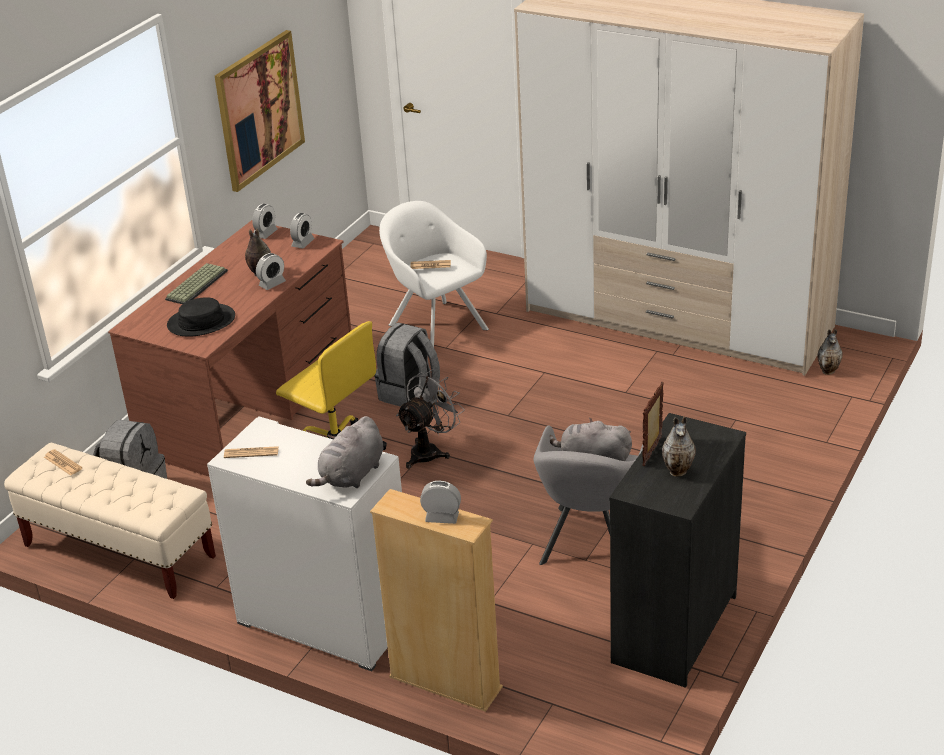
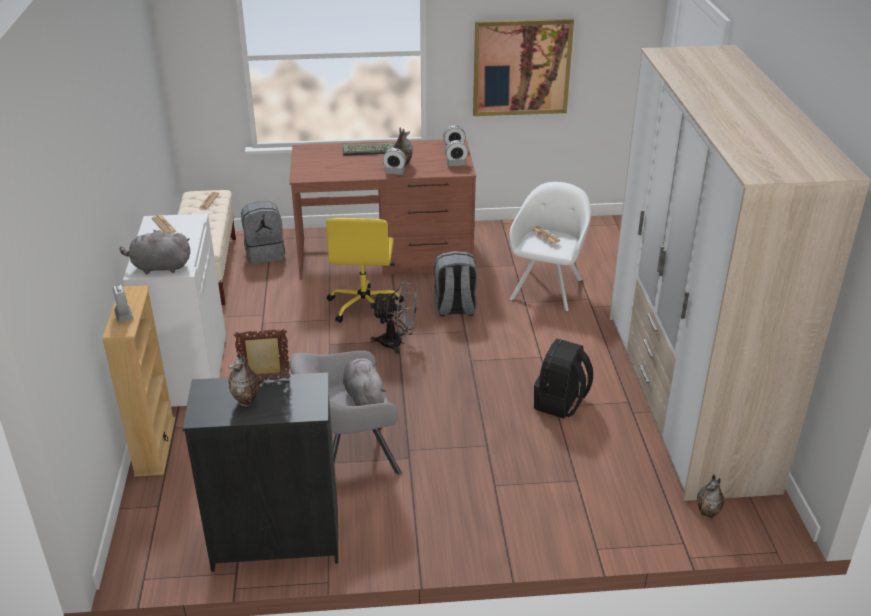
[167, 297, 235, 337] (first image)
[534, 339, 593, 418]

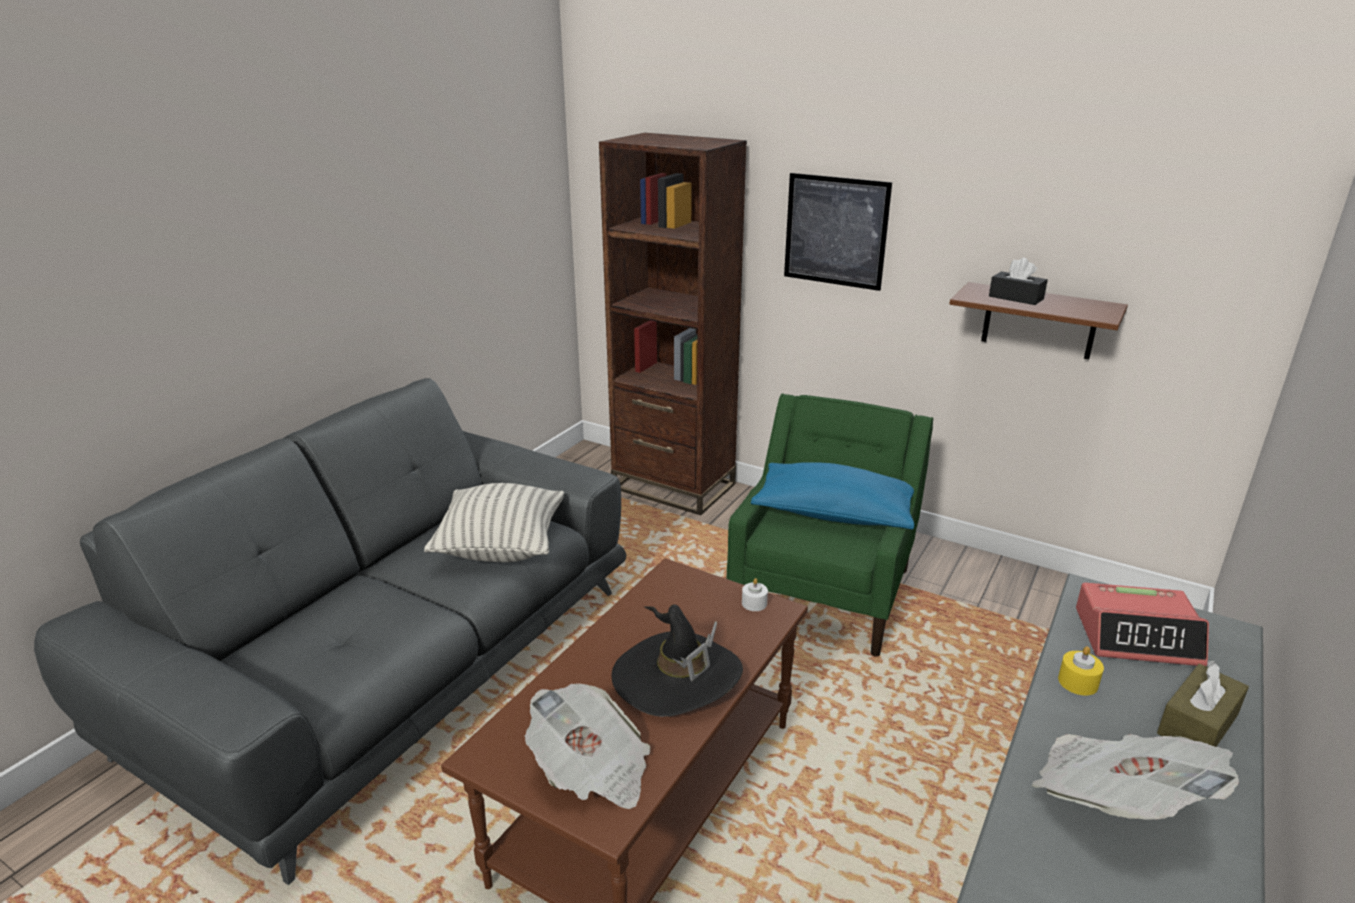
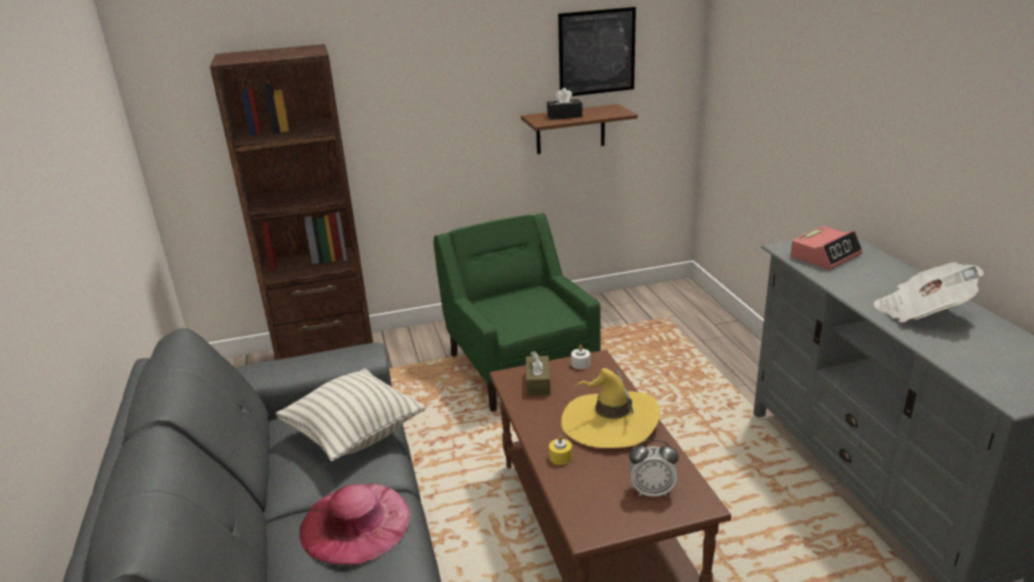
[558, 7, 636, 96]
[751, 462, 914, 530] (first image)
[561, 368, 660, 448]
[549, 436, 572, 465]
[526, 351, 550, 396]
[629, 439, 679, 497]
[300, 483, 411, 566]

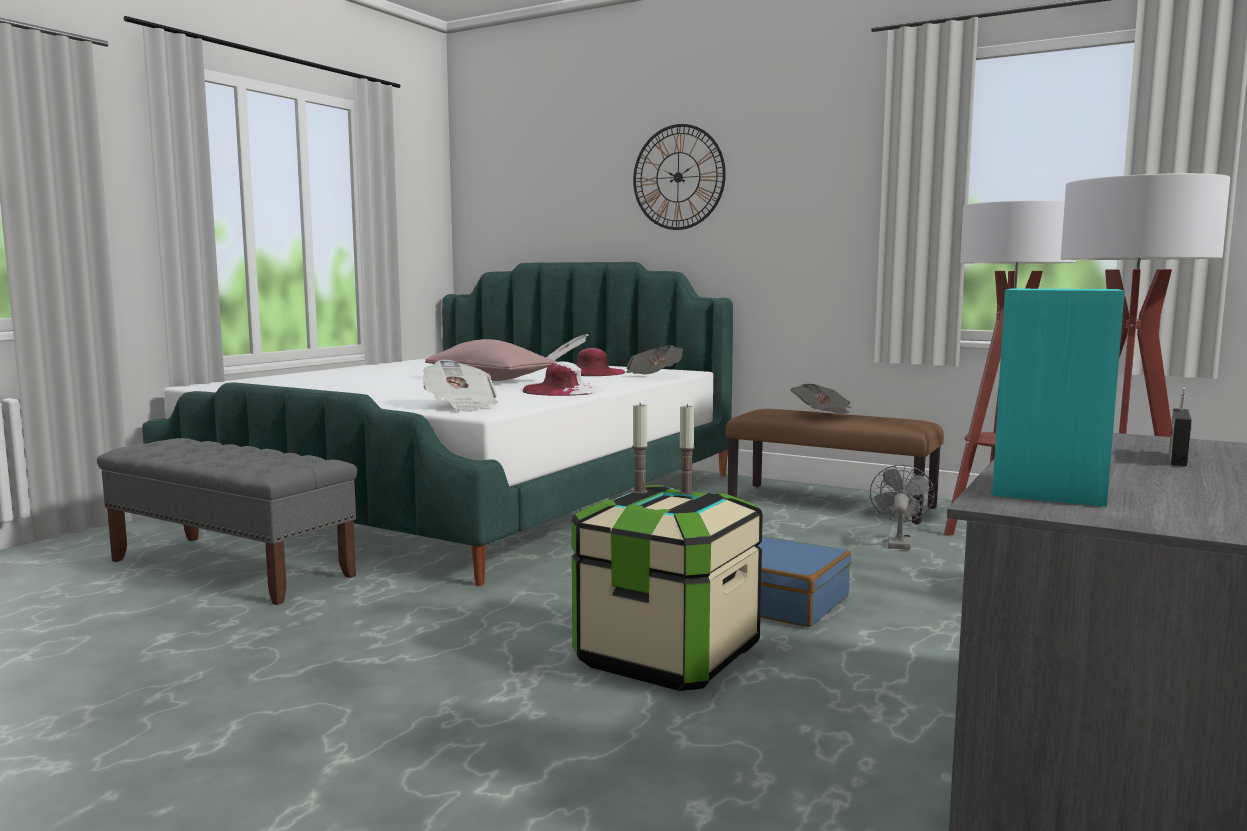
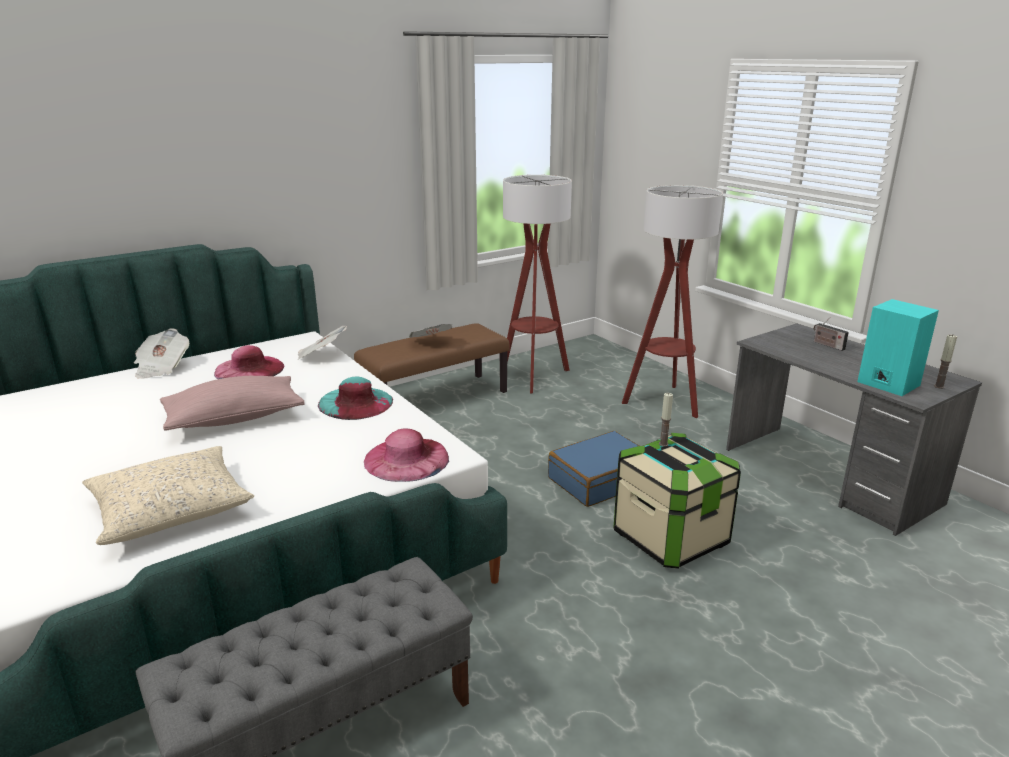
[633, 124, 726, 230] (first image)
[364, 429, 449, 482]
[318, 377, 393, 420]
[934, 335, 957, 389]
[870, 465, 935, 550] (first image)
[82, 446, 254, 545]

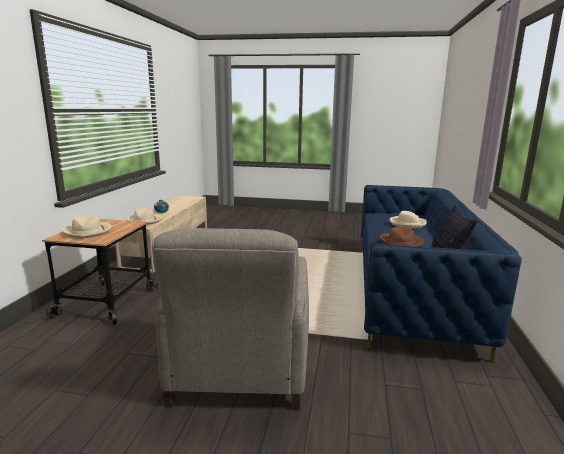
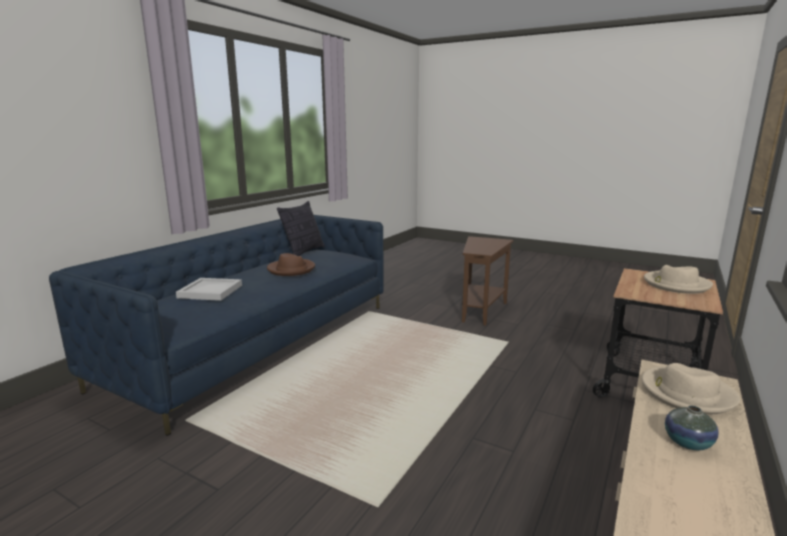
[176, 278, 242, 301]
[462, 236, 513, 326]

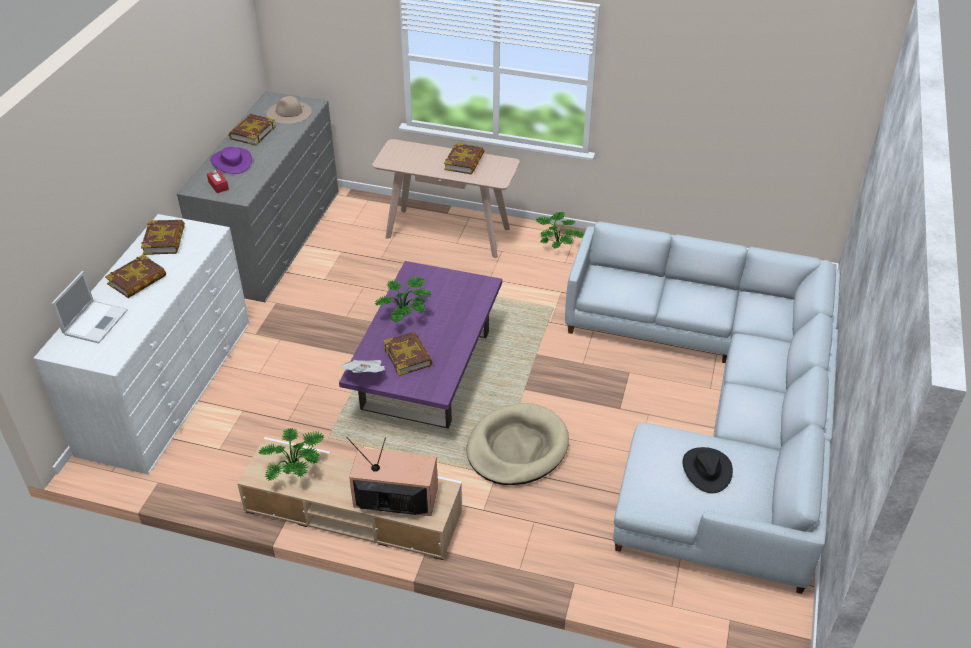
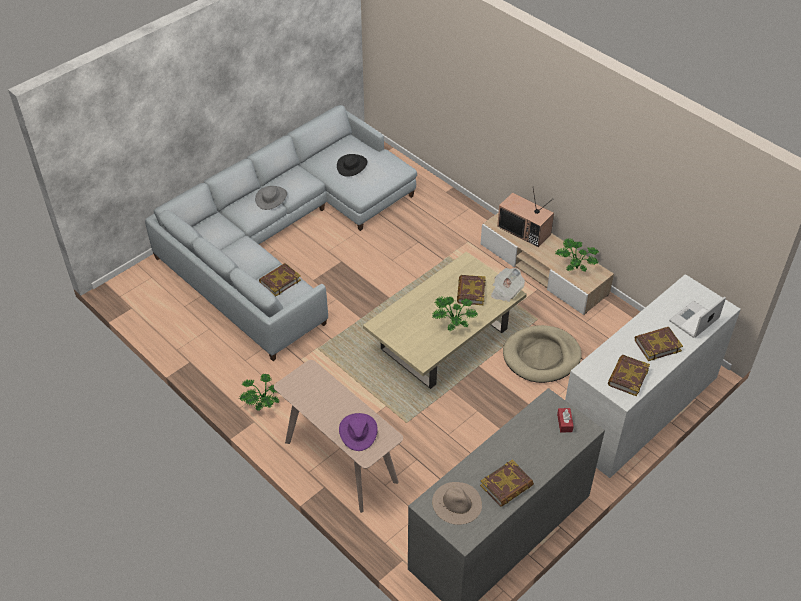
[259, 263, 301, 296]
[339, 413, 378, 451]
[363, 252, 527, 389]
[503, 325, 582, 383]
[255, 186, 287, 210]

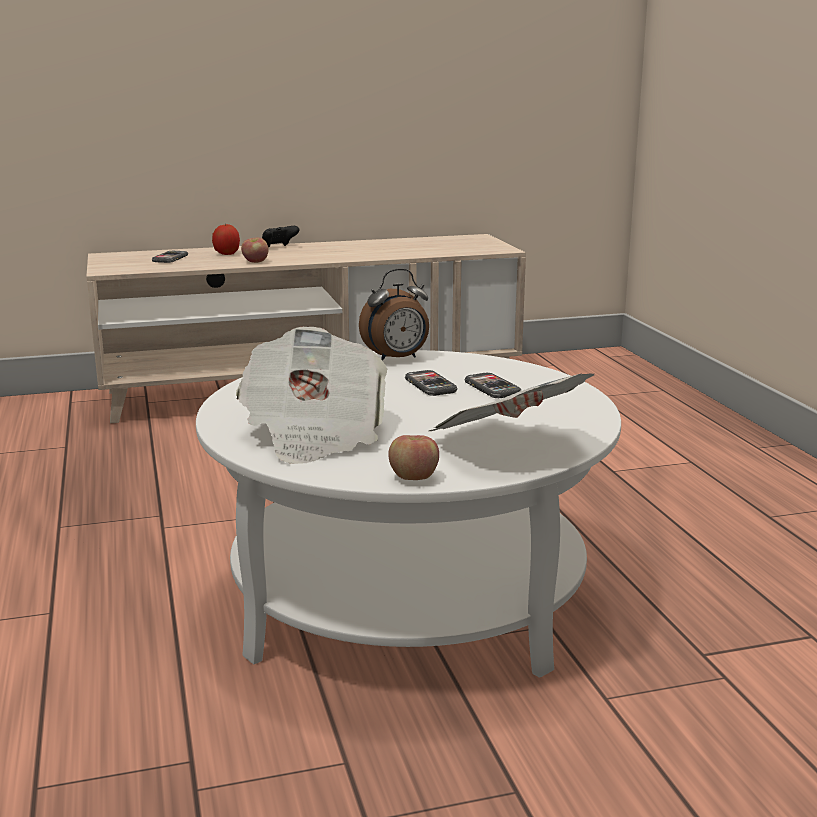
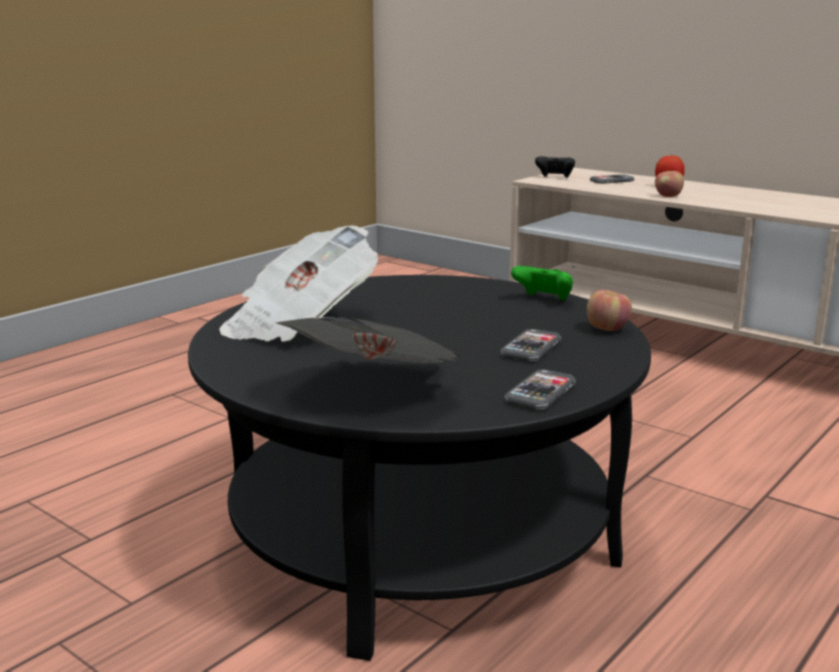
[535, 156, 575, 178]
[511, 266, 573, 301]
[188, 275, 651, 661]
[504, 369, 576, 410]
[587, 290, 632, 331]

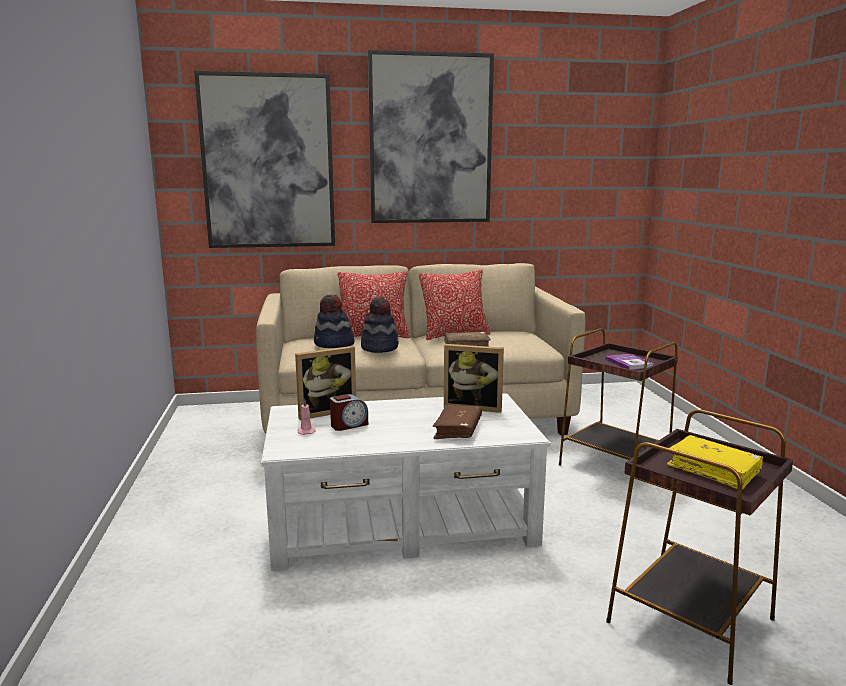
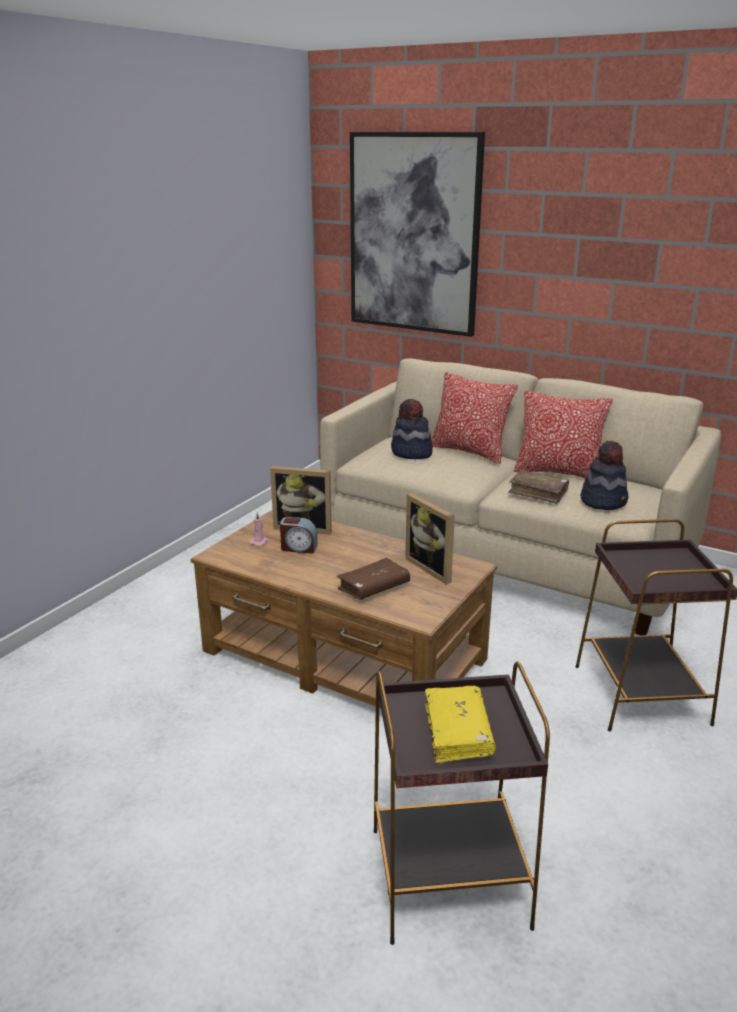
[368, 50, 494, 223] (first image)
[580, 440, 628, 510]
[605, 354, 653, 370] (first image)
[190, 510, 497, 708]

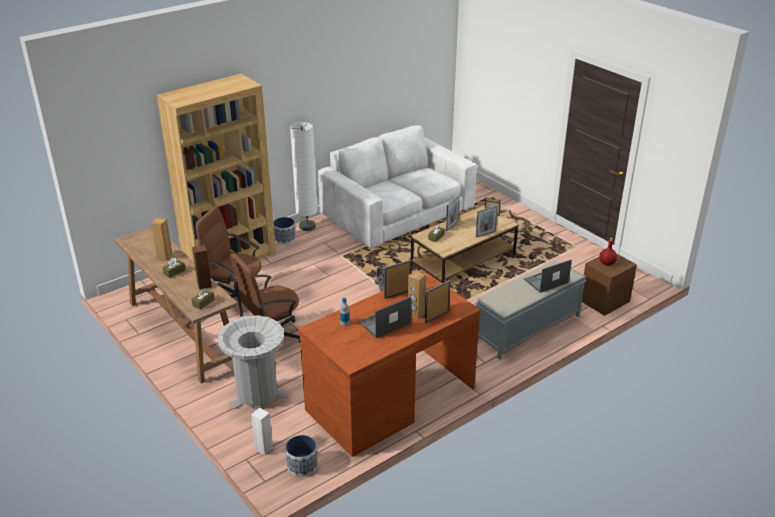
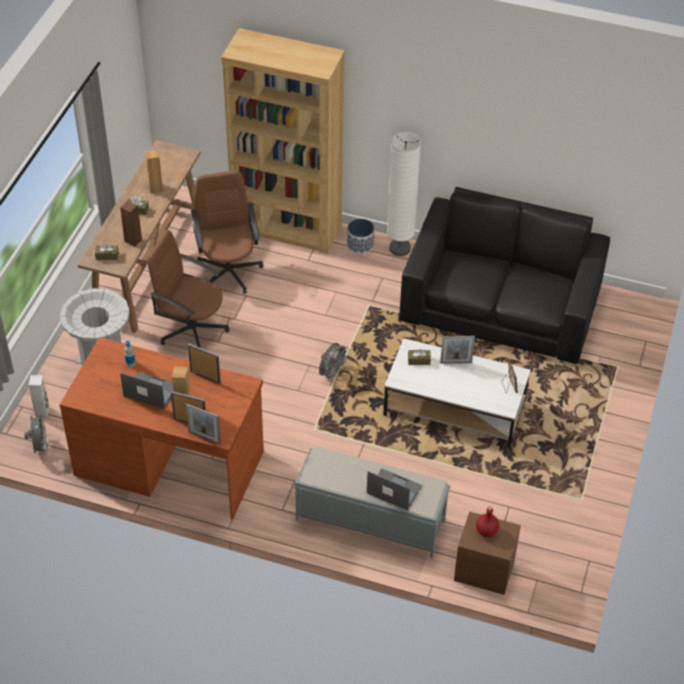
[399, 187, 610, 364]
[383, 338, 531, 448]
[186, 404, 220, 444]
[24, 413, 47, 455]

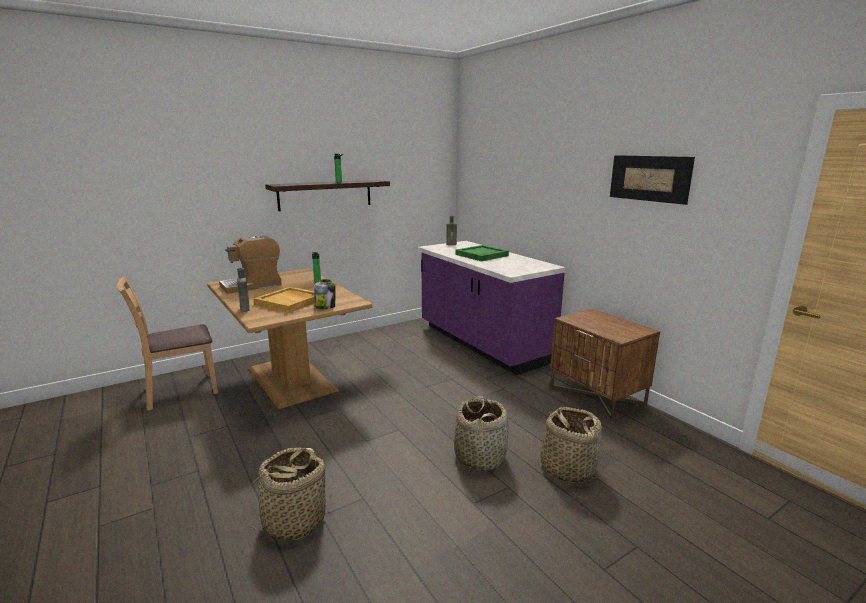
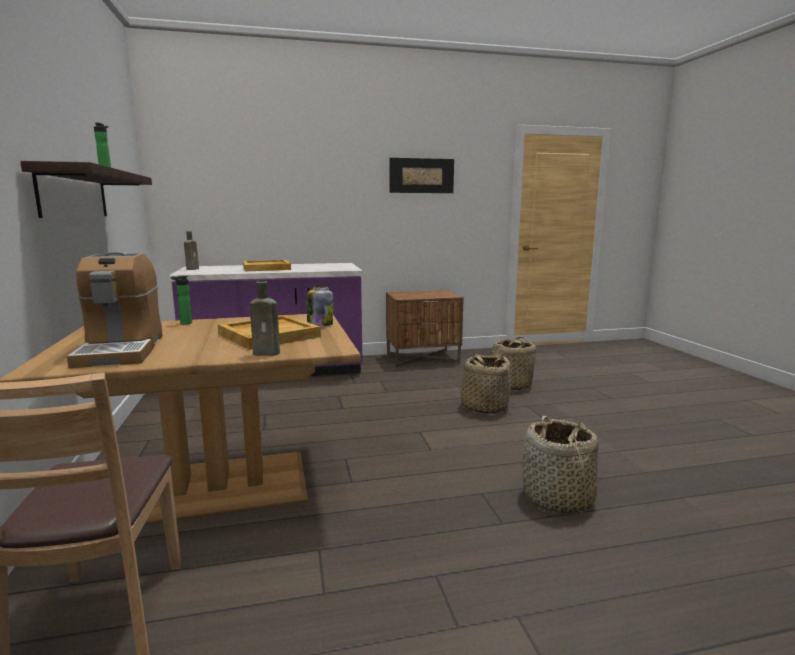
[243, 260, 291, 271]

